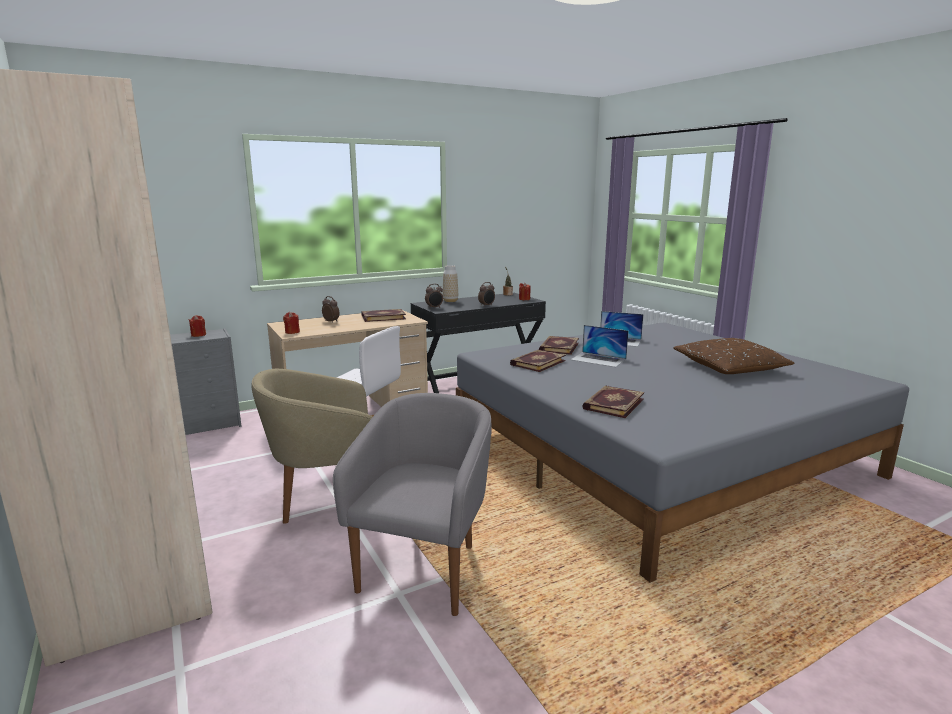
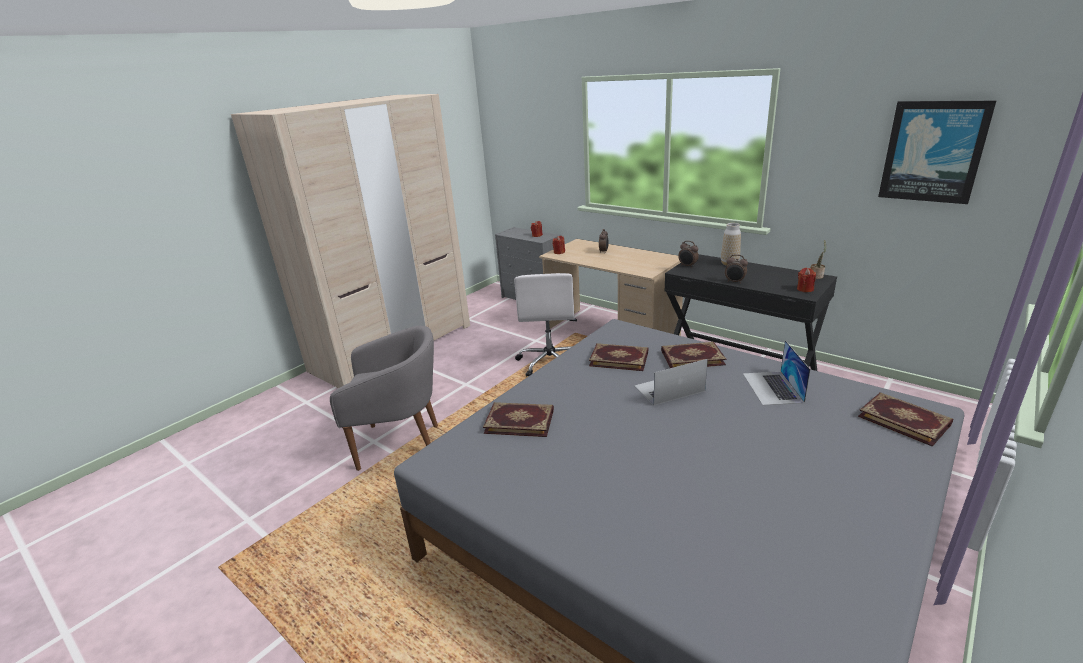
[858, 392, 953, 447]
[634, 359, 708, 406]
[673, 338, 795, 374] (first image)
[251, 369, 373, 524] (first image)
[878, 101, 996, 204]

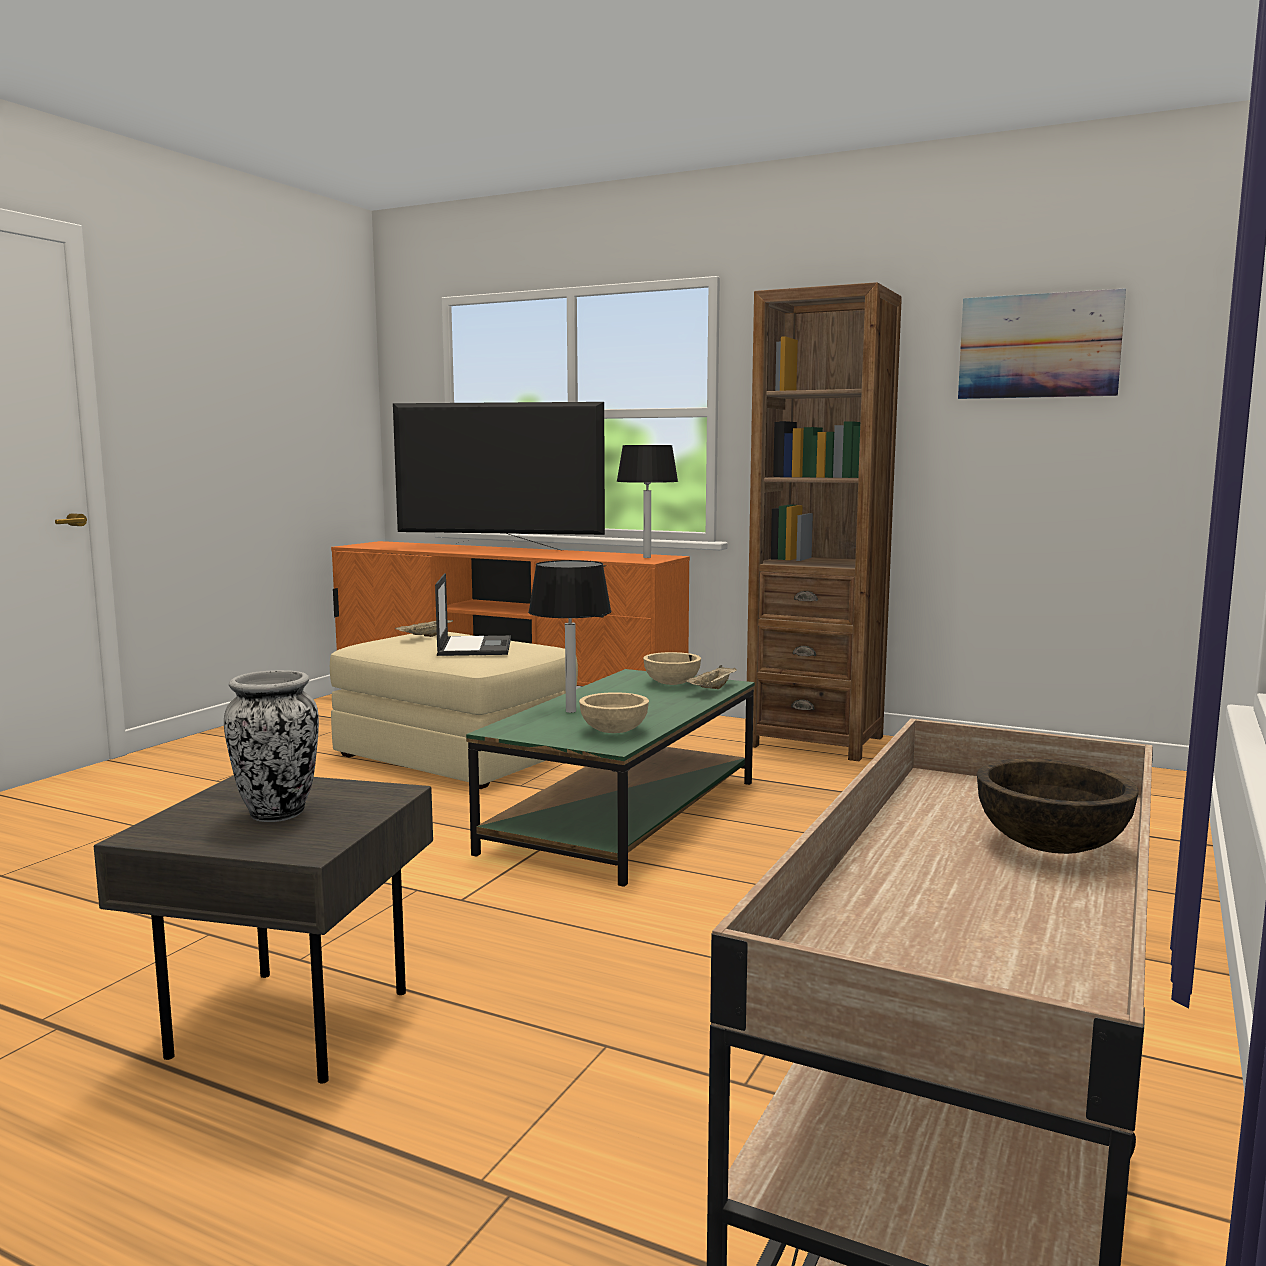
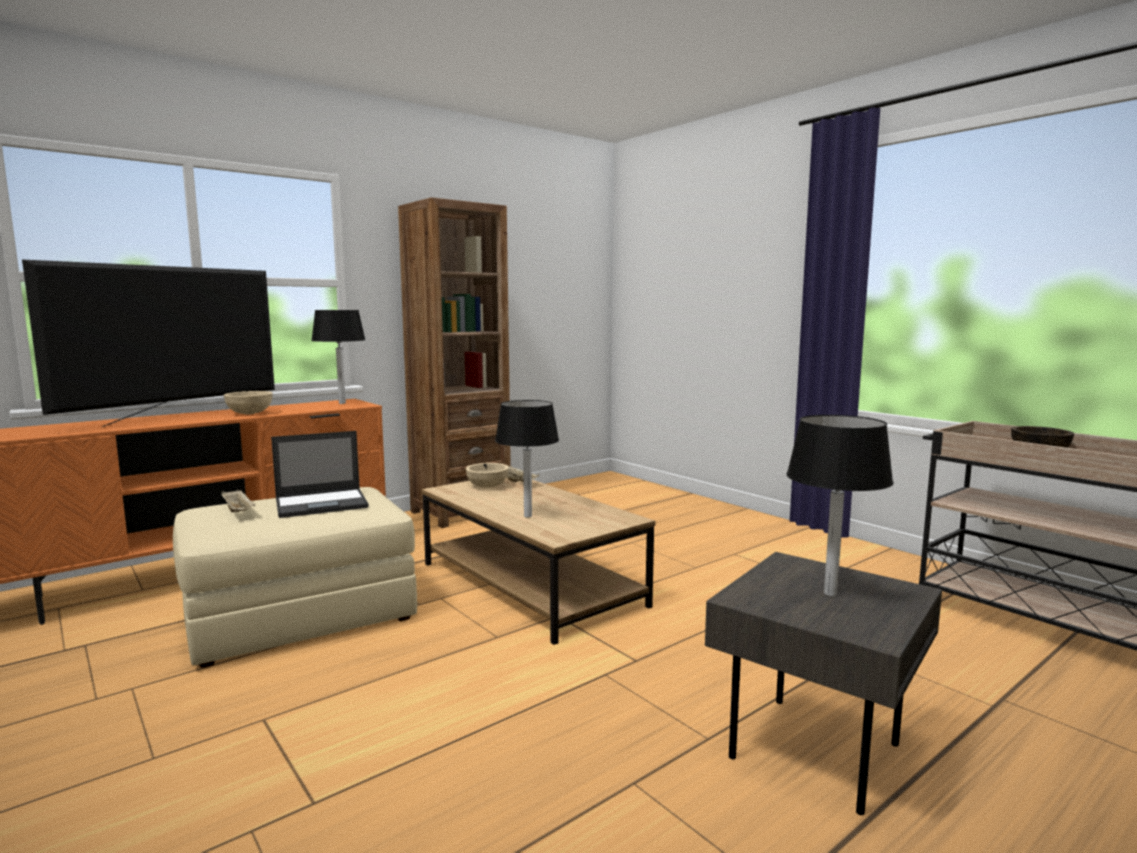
[958, 288, 1126, 399] (first image)
[271, 431, 369, 518]
[422, 477, 655, 645]
[787, 415, 893, 596]
[224, 391, 273, 414]

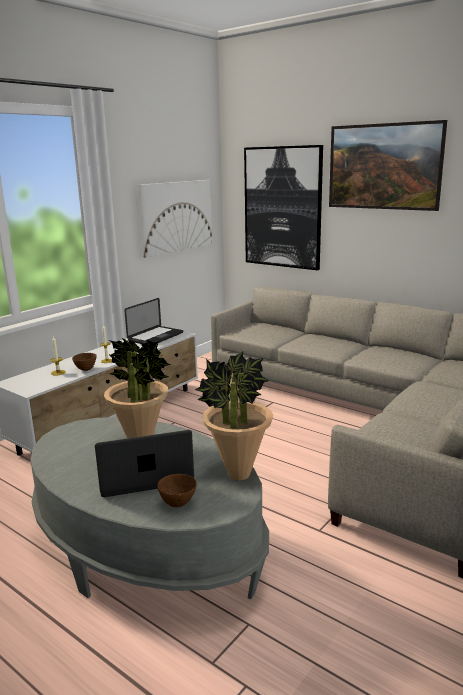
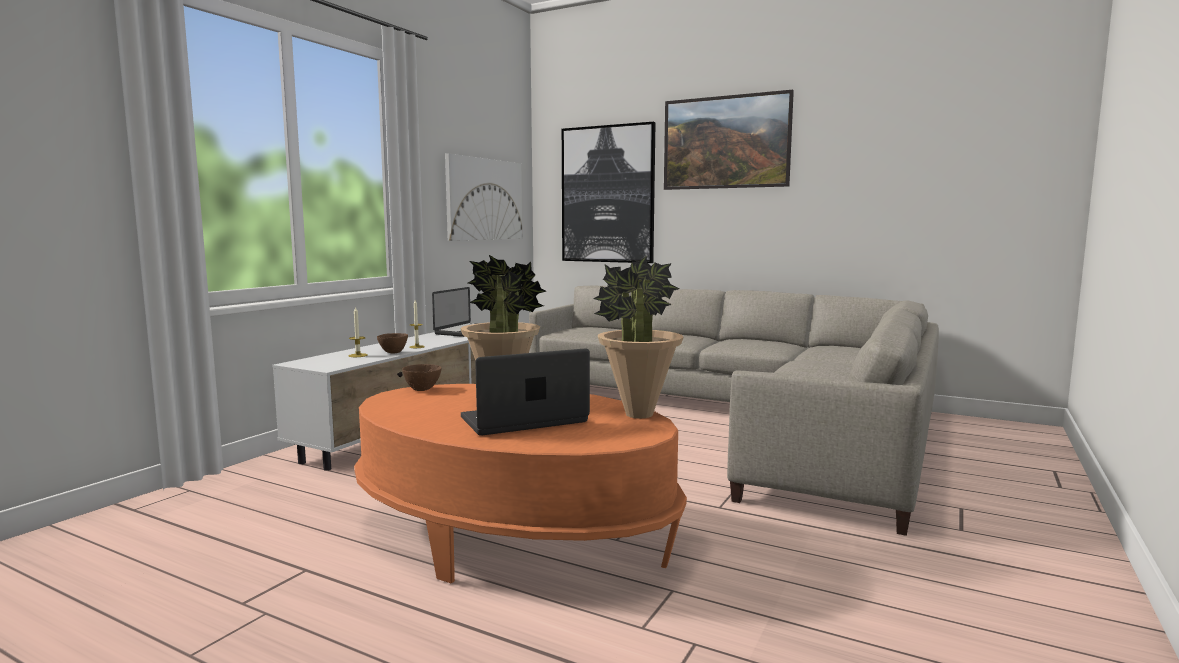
[354, 384, 687, 583]
[402, 364, 442, 391]

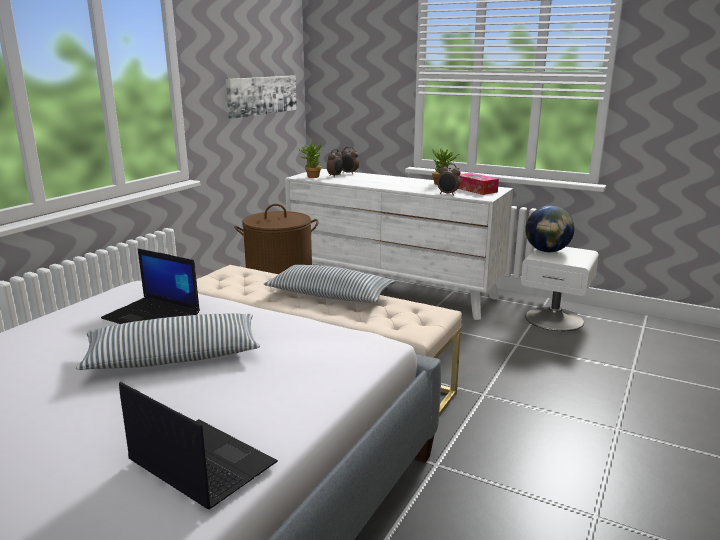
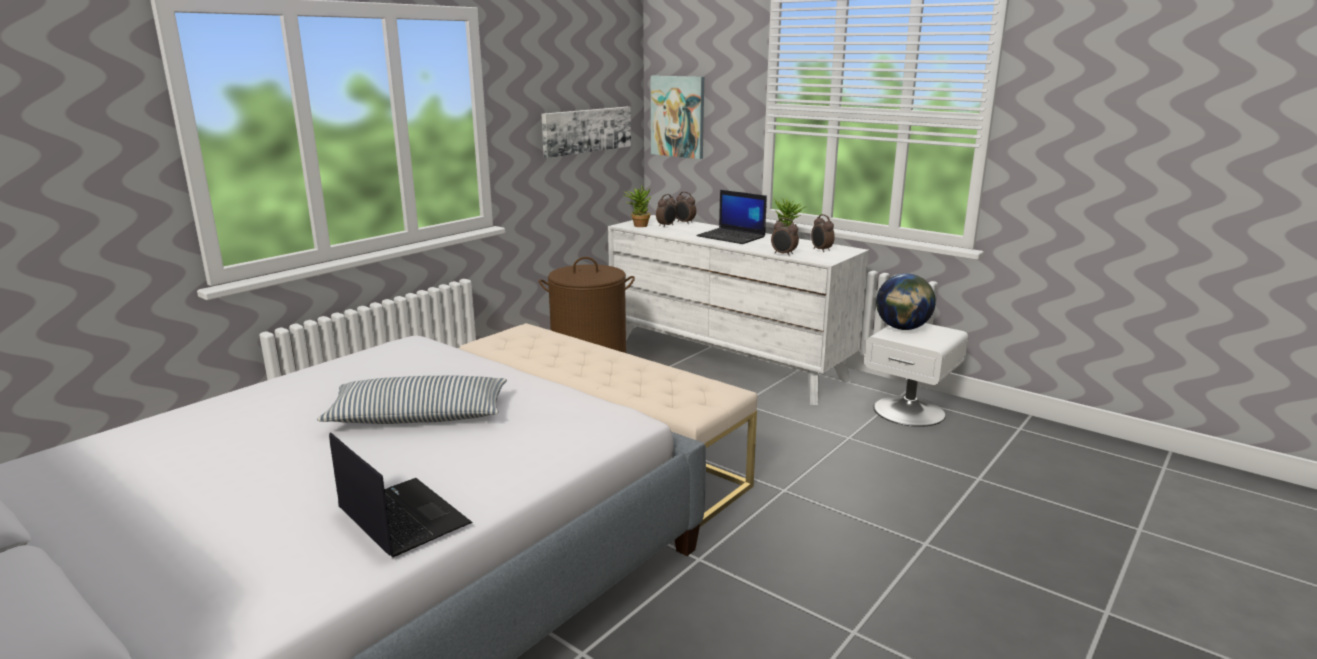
[811, 214, 835, 252]
[696, 190, 767, 244]
[264, 265, 396, 303] (first image)
[651, 76, 704, 159]

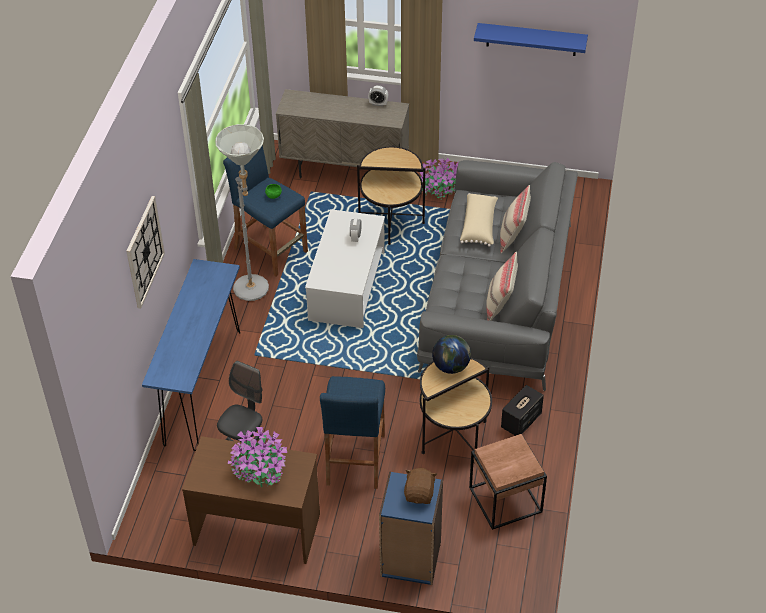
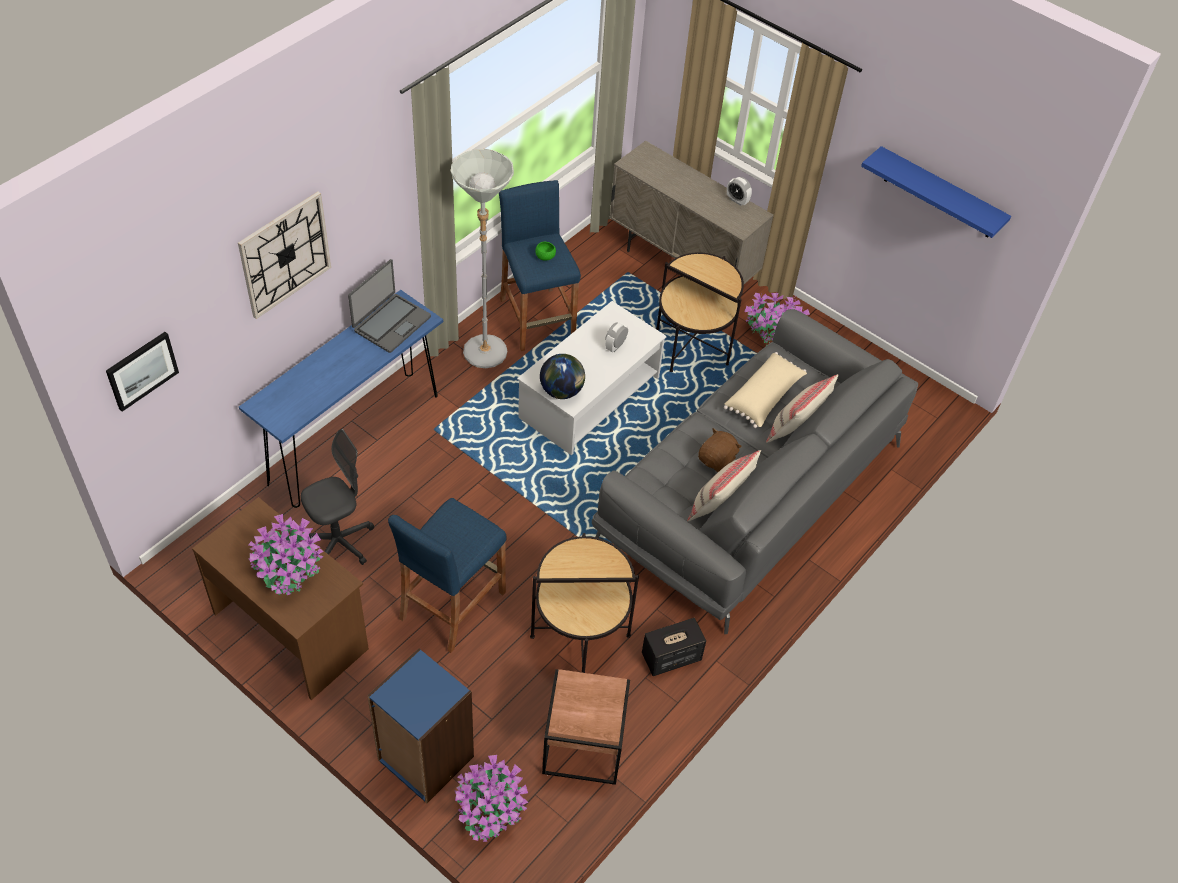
[540, 354, 585, 399]
[698, 428, 742, 472]
[348, 259, 431, 353]
[106, 332, 179, 412]
[454, 755, 528, 842]

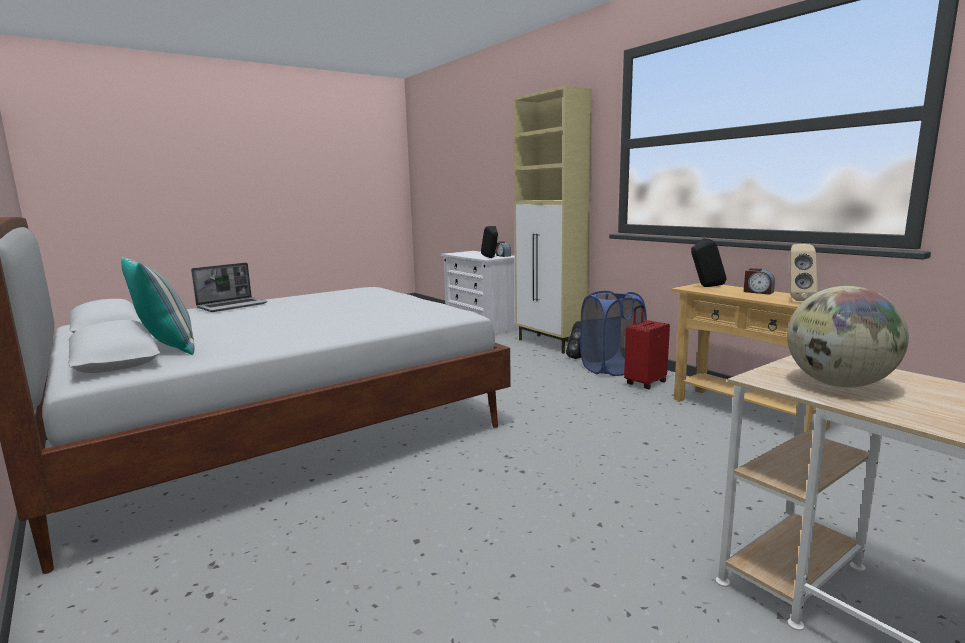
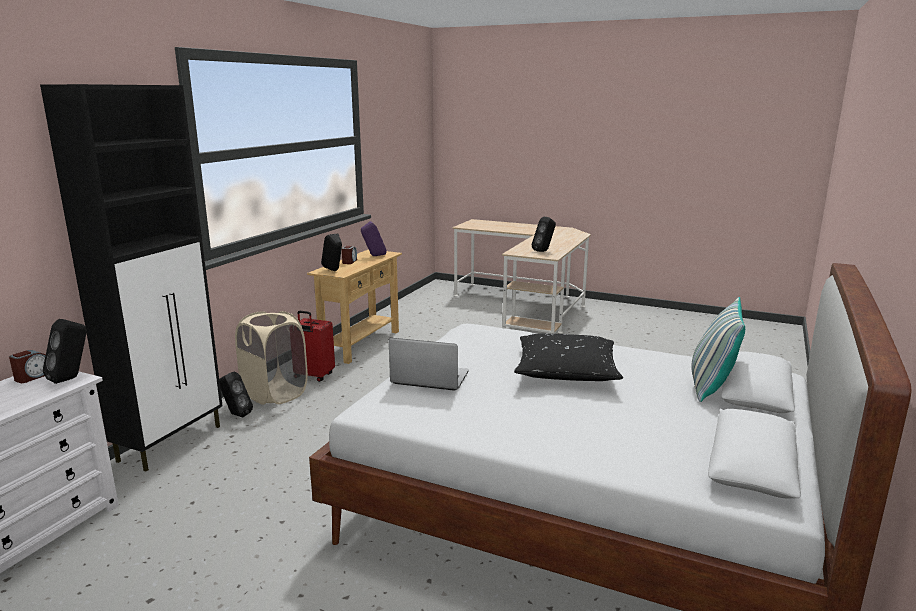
[40, 84, 223, 472]
[361, 221, 387, 256]
[389, 338, 469, 391]
[532, 217, 556, 252]
[235, 311, 308, 405]
[514, 333, 623, 381]

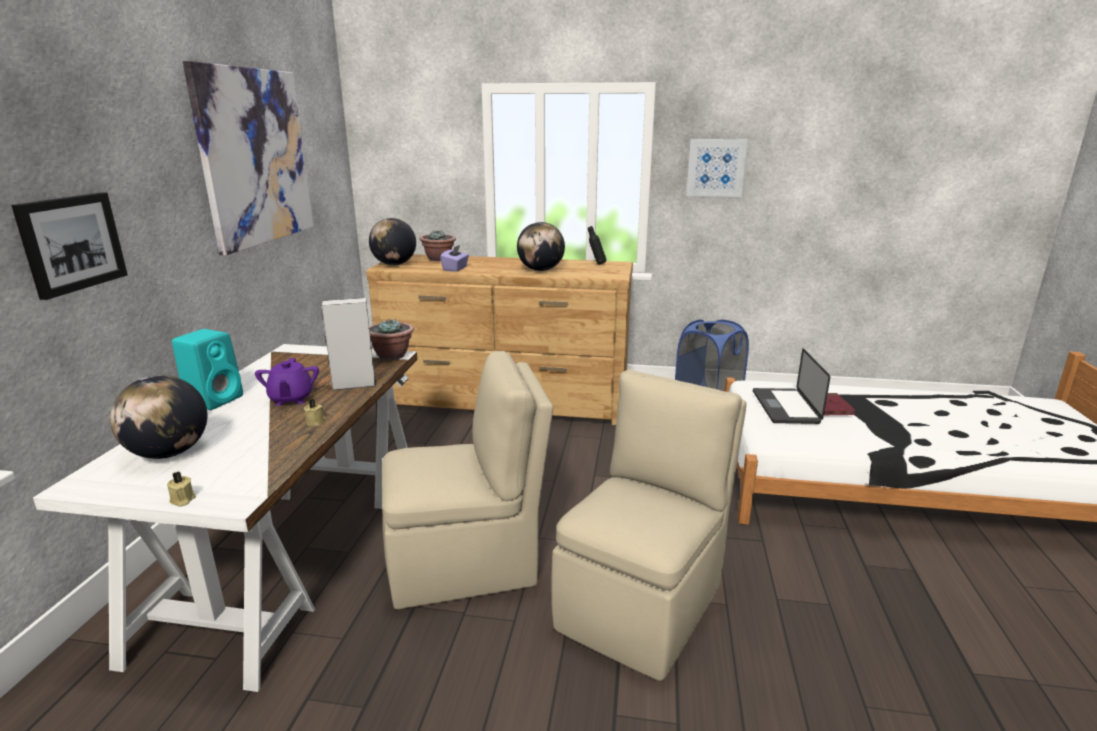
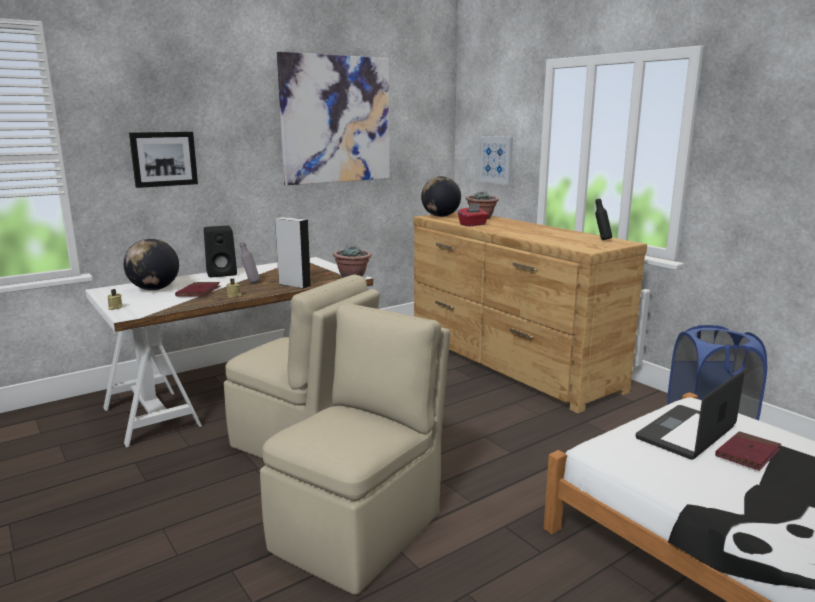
[477, 136, 513, 185]
[517, 222, 565, 271] (first image)
[458, 204, 489, 226]
[204, 226, 237, 277]
[240, 242, 260, 284]
[260, 303, 450, 595]
[175, 282, 220, 297]

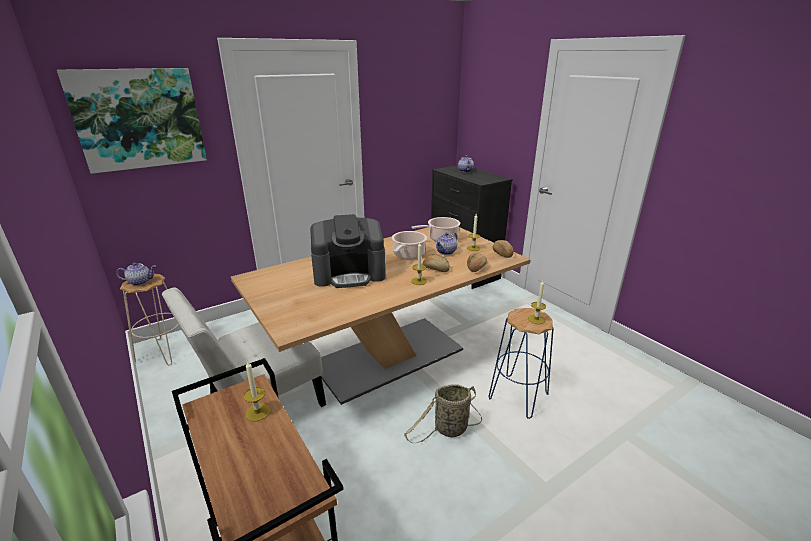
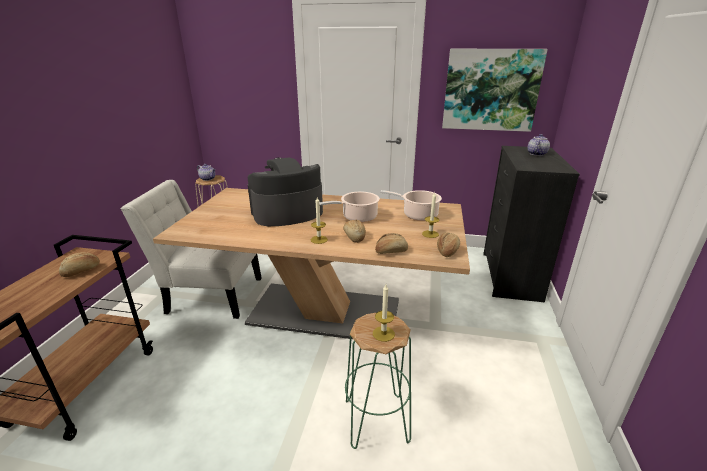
[442, 49, 548, 132]
[248, 157, 323, 226]
[436, 232, 457, 255] (first image)
[345, 313, 411, 449]
[59, 252, 100, 277]
[404, 384, 482, 443] (first image)

